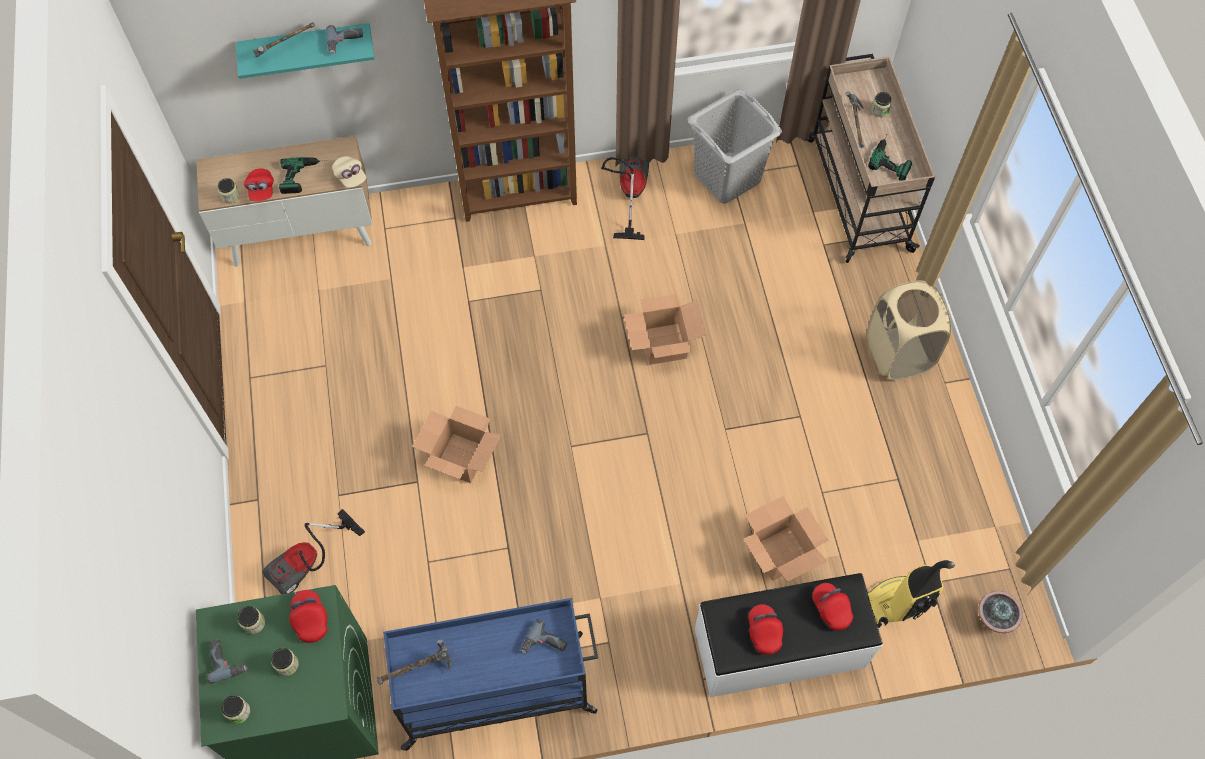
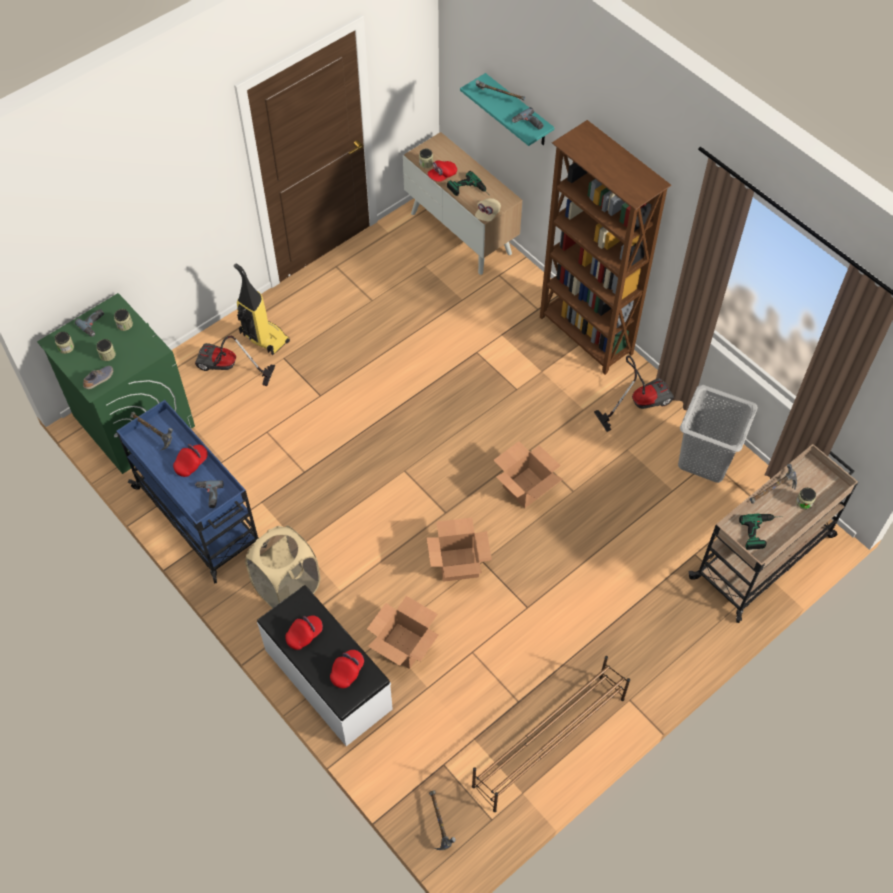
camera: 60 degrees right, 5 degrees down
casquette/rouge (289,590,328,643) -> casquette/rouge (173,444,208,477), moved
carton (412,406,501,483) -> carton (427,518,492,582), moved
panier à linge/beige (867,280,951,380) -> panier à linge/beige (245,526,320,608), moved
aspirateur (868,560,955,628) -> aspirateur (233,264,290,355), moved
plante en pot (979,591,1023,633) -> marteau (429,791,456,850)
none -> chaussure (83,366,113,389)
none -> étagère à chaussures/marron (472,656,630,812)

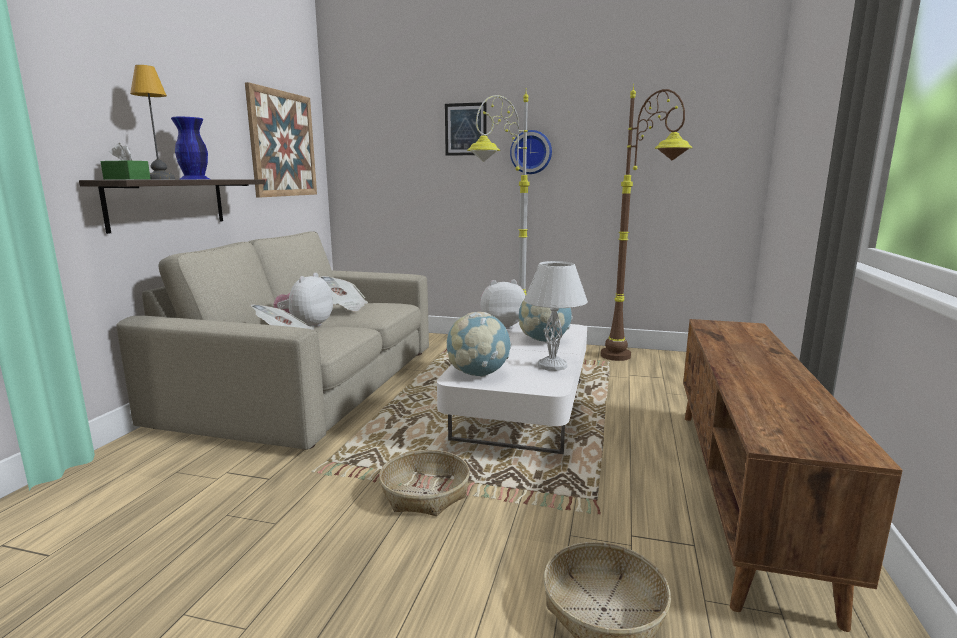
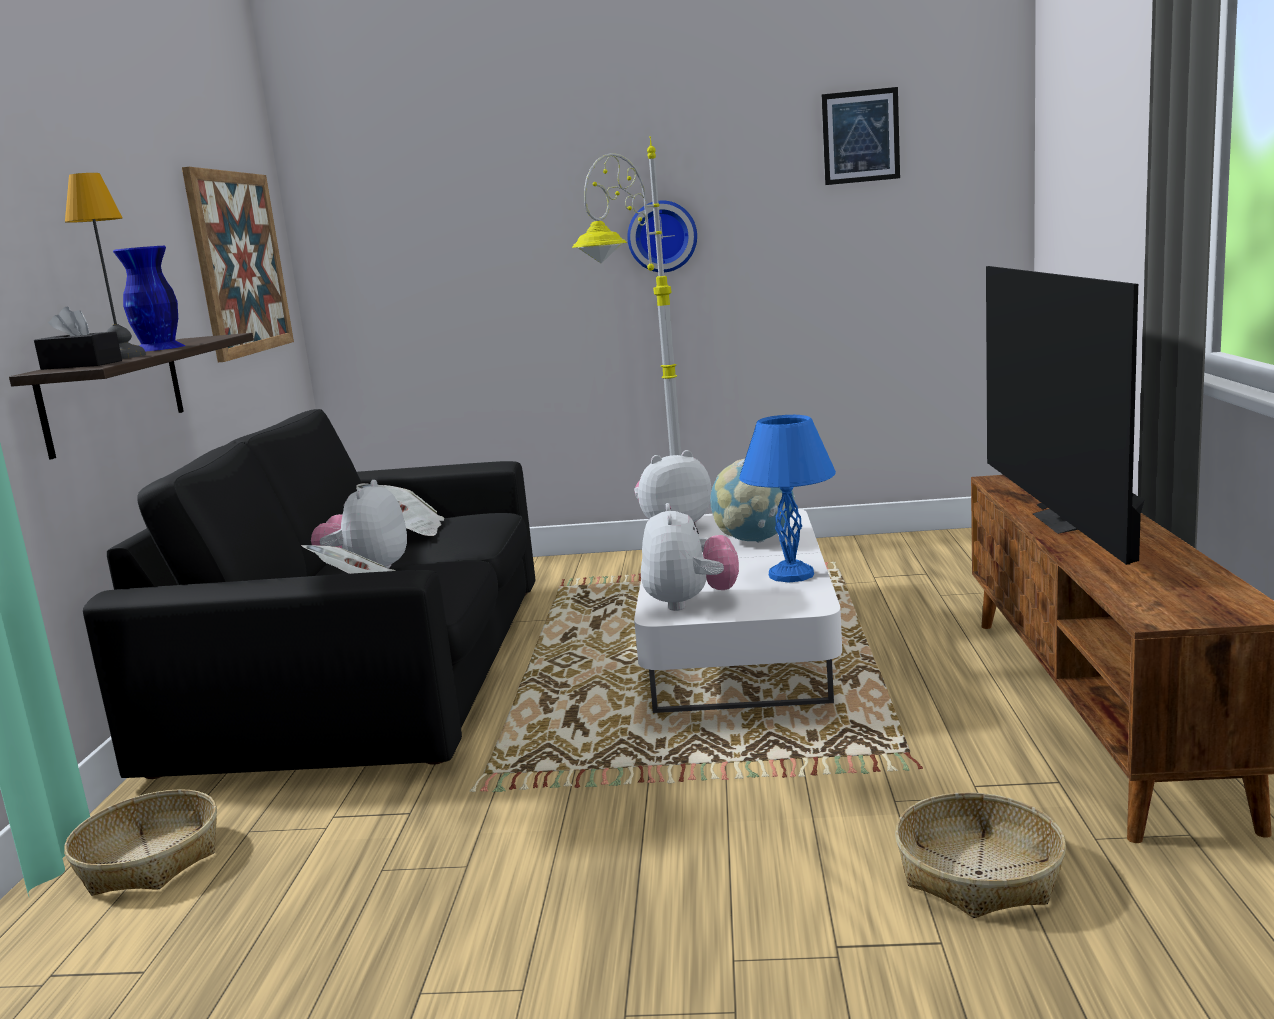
camera: 10 degrees left, 0 degrees up
boîte à mouchoirs/vert (101,143,151,180) -> boîte à mouchoirs/noir (34,307,122,370)
canapé/beige (116,231,429,450) -> canapé/noir (83,409,535,779)
panier (379,450,470,516) -> panier (64,789,217,896), moved
tableau (445,102,487,156) -> tableau (822,87,900,185), moved
globe (447,312,511,377) -> peluche (641,503,739,611)
lampe de table/blanc (524,261,588,371) -> lampe de table/bleu (739,415,836,583)
lampadaire/marron (601,84,692,361) -> none
none -> téléviseur (986,266,1144,565)

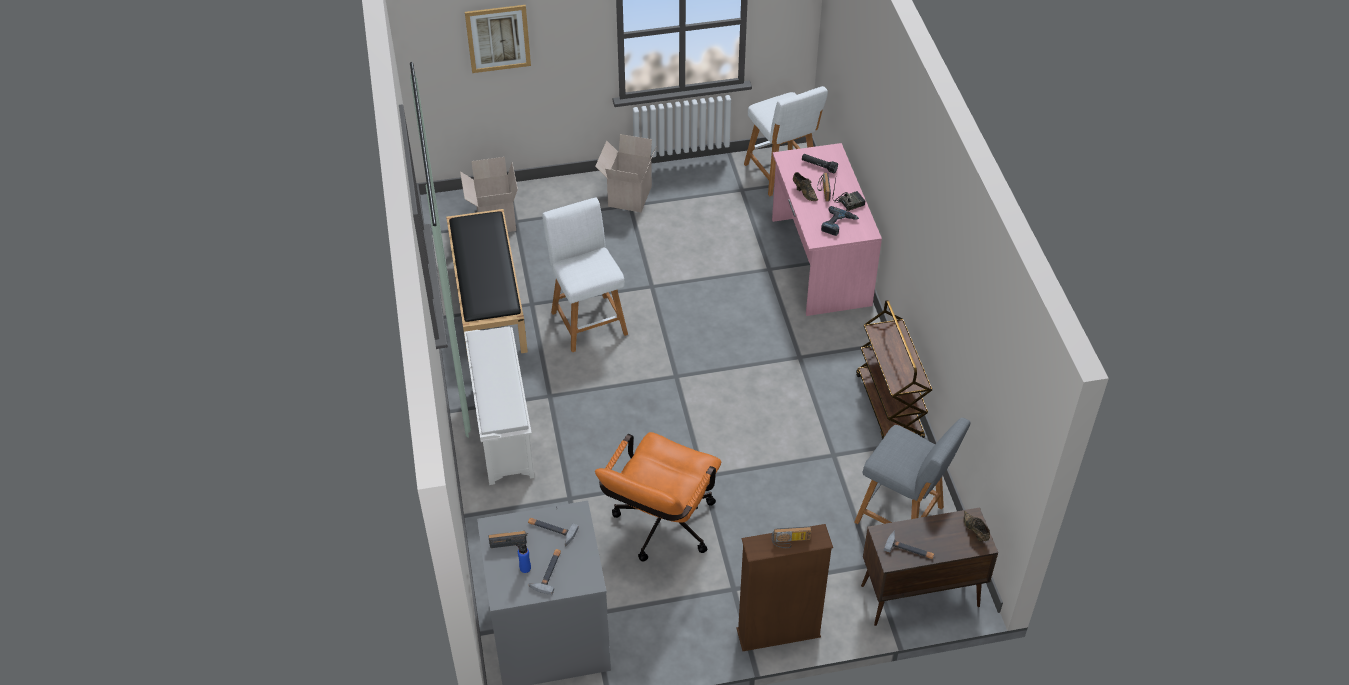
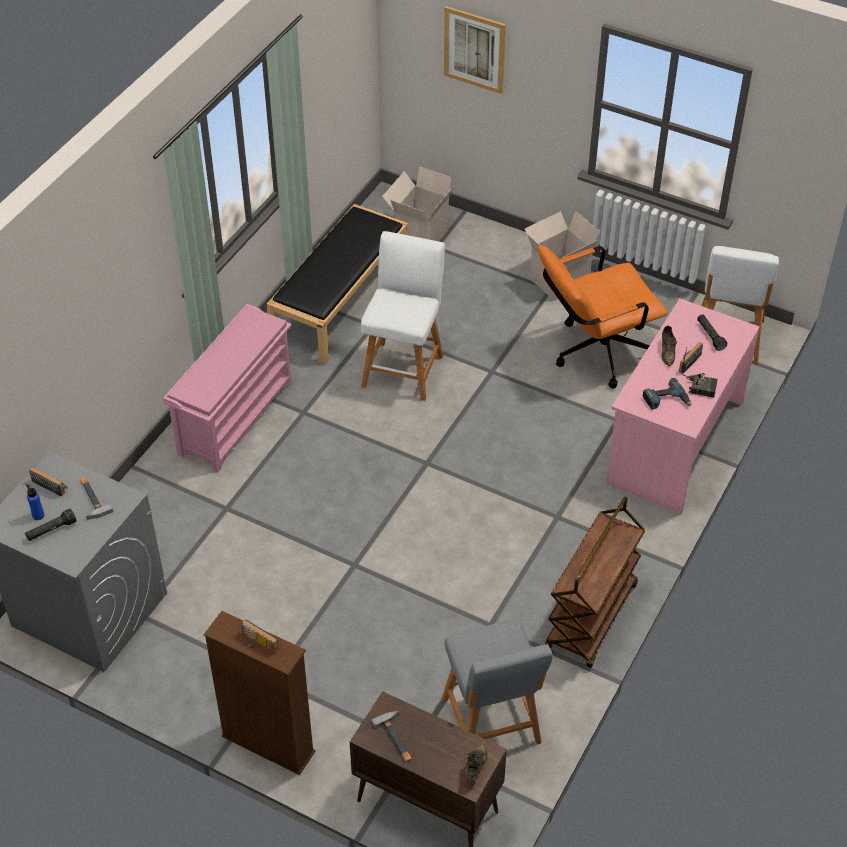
camera: 40 degrees right, 0 degrees up
étagère à chaussures/blanc (464,326,535,485) -> étagère à chaussures/rose (163,304,292,473)
marteau (529,549,561,595) -> lampe de poche/noir (25,509,77,541)
chaise de bureau/orange (595,432,721,562) -> chaise de bureau/orange (538,245,667,388), moved

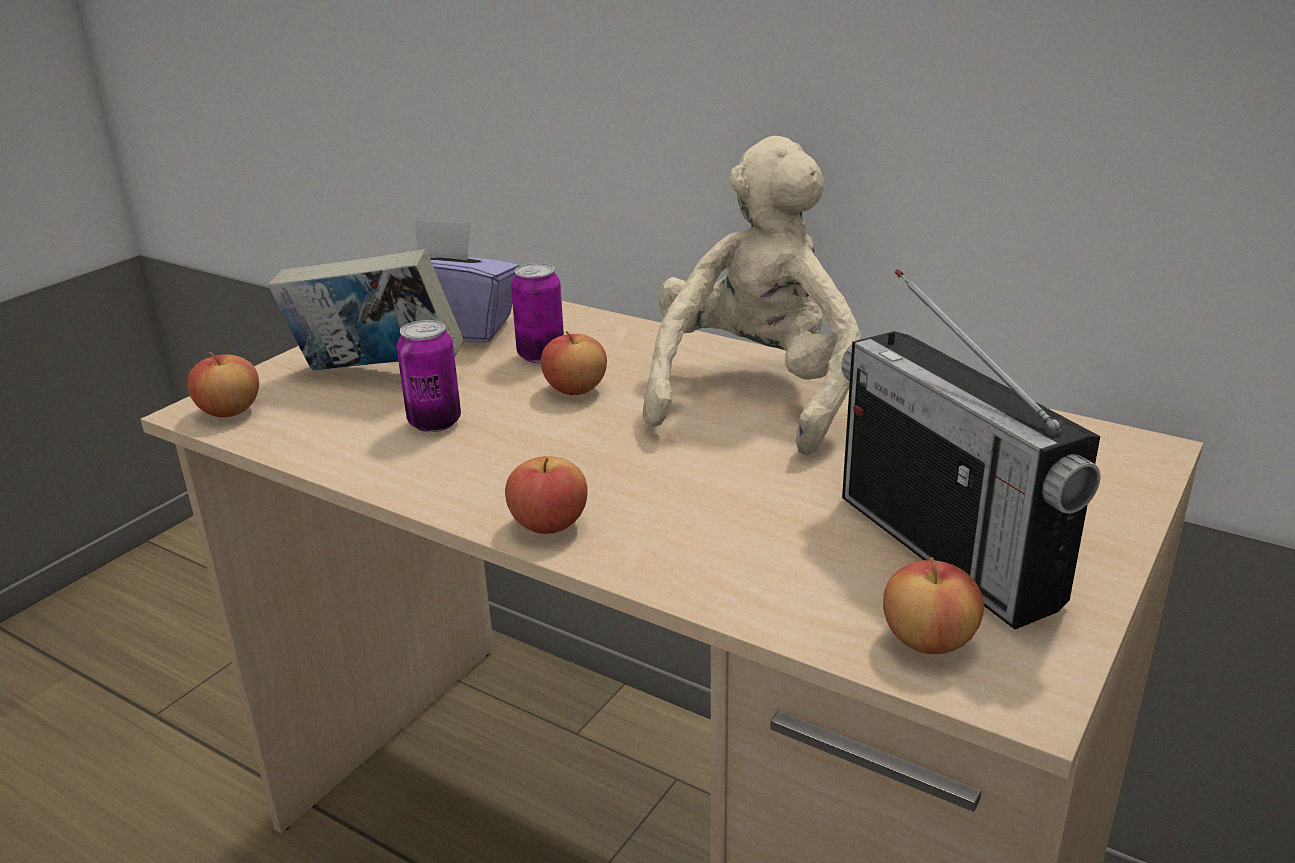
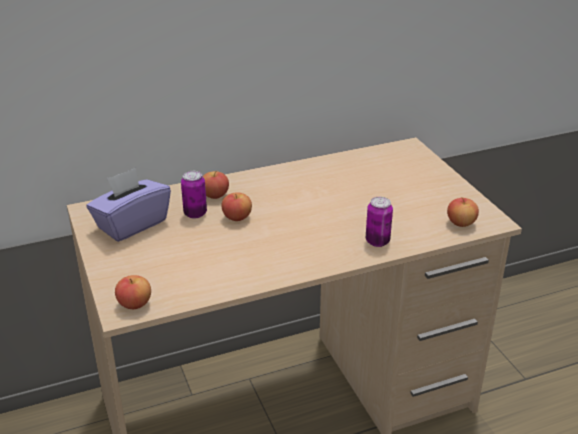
camera: 55 degrees left, 5 degrees up
livre (269,248,463,371) -> none
boîte métallique (396,320,461,432) -> boîte métallique (366,197,393,247), moved
pomme (505,456,588,534) -> pomme (203,171,229,199), moved
peluche/beige (643,136,861,456) -> none
radio (841,269,1100,629) -> none

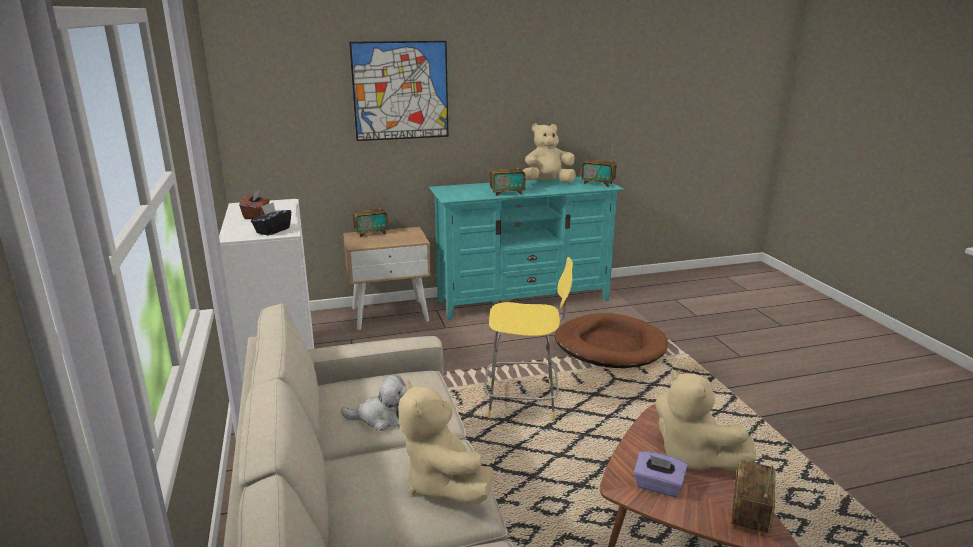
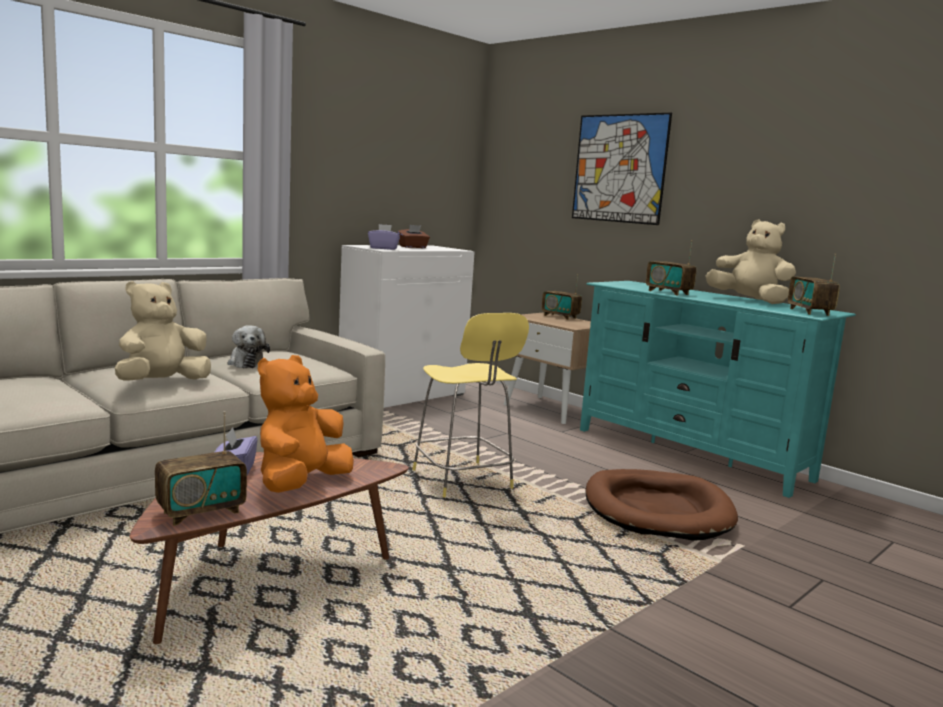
camera: 60 degrees right, 10 degrees down
boîte à mouchoirs/noir (251,202,291,236) -> boîte à mouchoirs/violet (368,224,400,250)
peluche/beige (655,369,757,471) -> peluche/orange (258,355,354,493)
radio (731,460,775,537) -> radio (155,411,247,526), 150 degrees clockwise

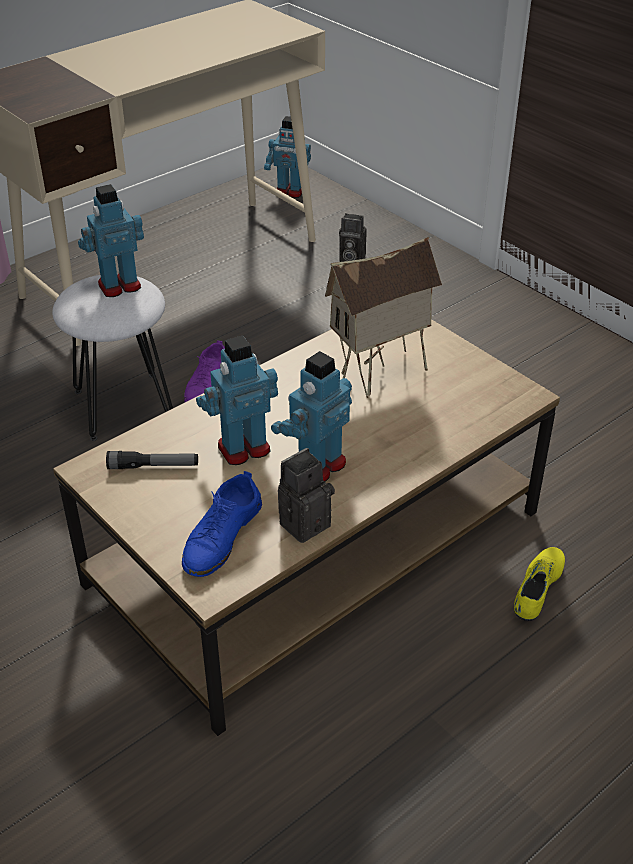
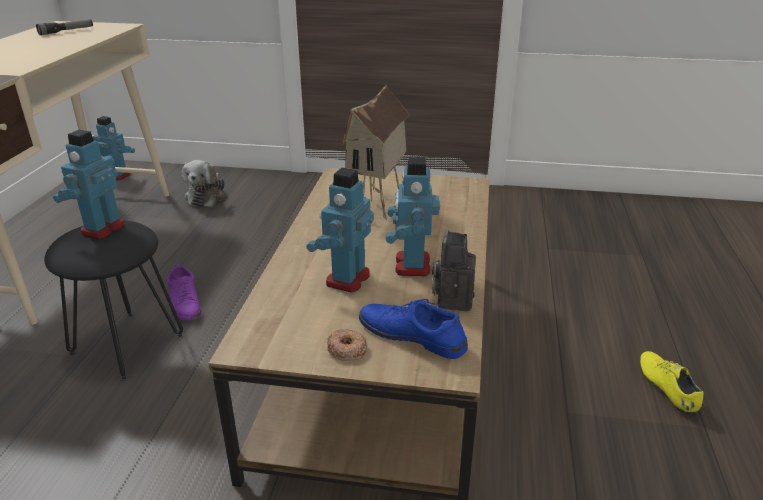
camera: 40 degrees left, 10 degrees down
tabouret/blanc (52,273,173,441) -> tabouret/noir (44,220,184,380)
lampe de poche (106,451,198,469) -> lampe de poche (36,20,93,35), moved
chaussure/bleu (182,471,262,577) -> chaussure/bleu (359,299,468,359), 135 degrees clockwise
robot jouet (264,116,311,198) -> robot jouet (93,116,135,180), 135 degrees counterclockwise
appareil photo (339,213,367,262) -> peluche (182,160,225,207)
chaussure/jaune (514,547,565,621) -> chaussure/jaune (640,351,703,414), moved
none -> beignet (327,328,367,361)

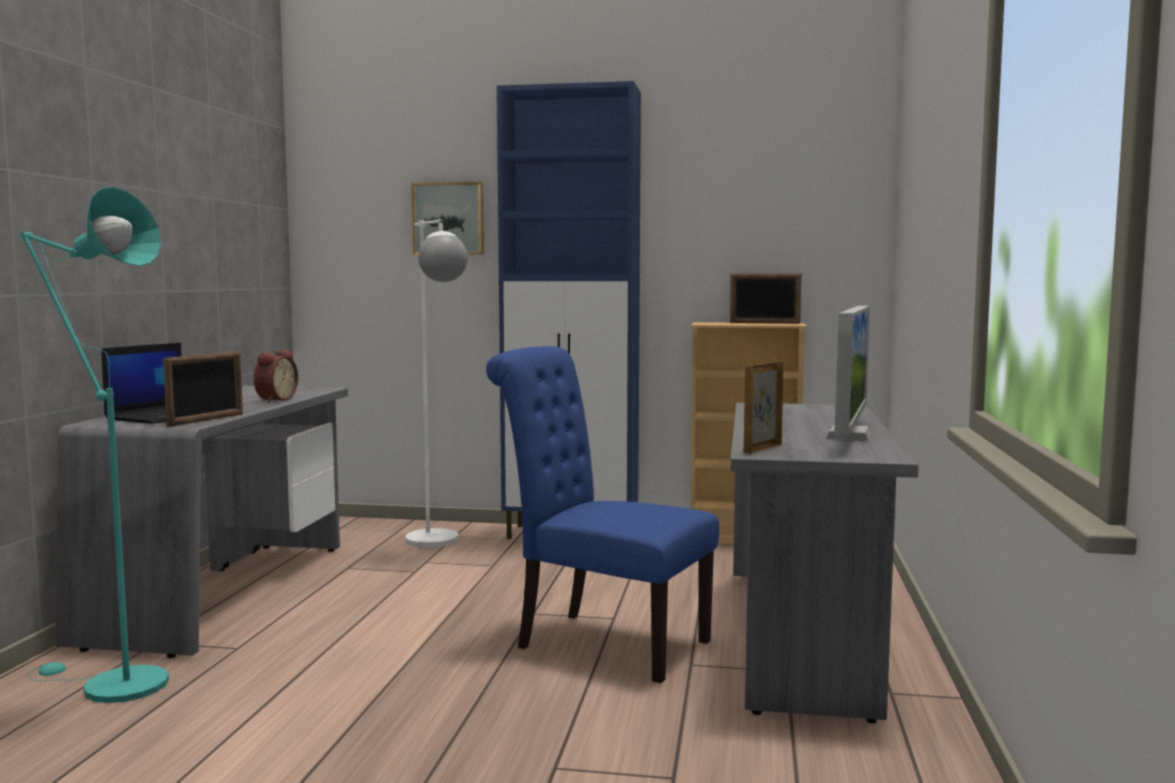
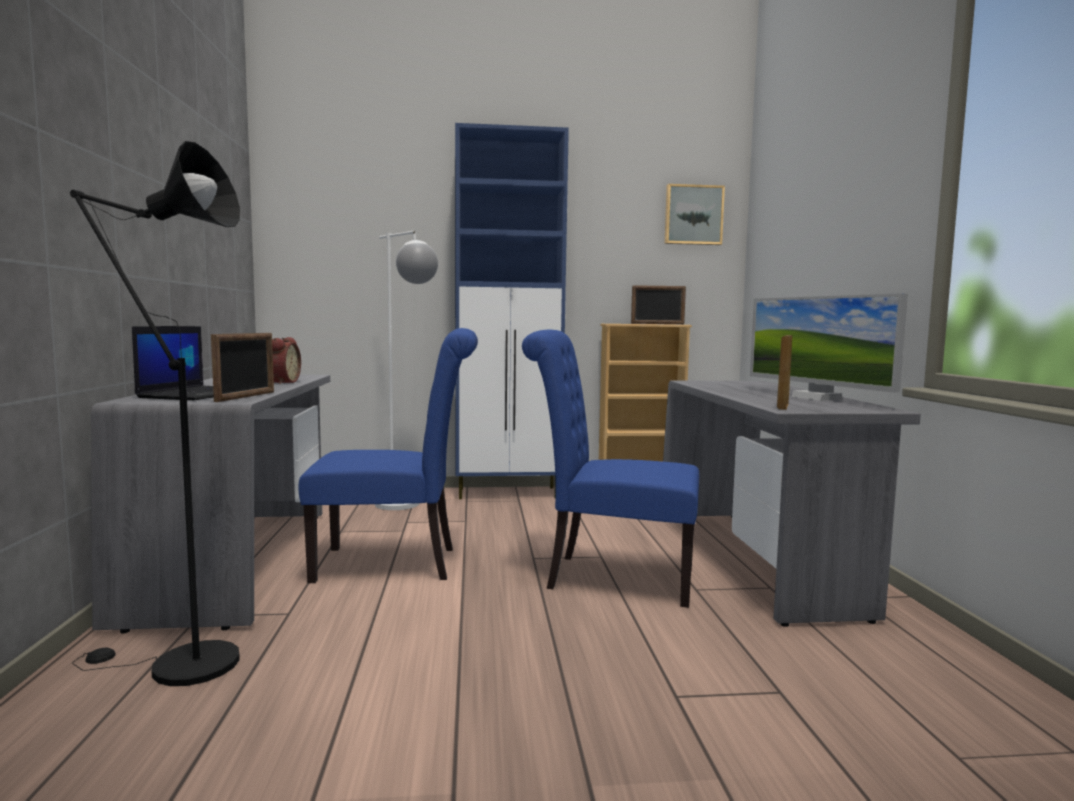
camera: 15 degrees left, 0 degrees up
lampadaire/turquoise (19,187,169,703) -> lampadaire/noir (70,141,240,686)
tableau (411,182,484,255) -> tableau (665,184,725,245), moved
écran d'ordinateur (826,306,871,441) -> écran d'ordinateur (750,293,908,401), 150 degrees clockwise
none -> chaise/bleu (298,328,478,583)

